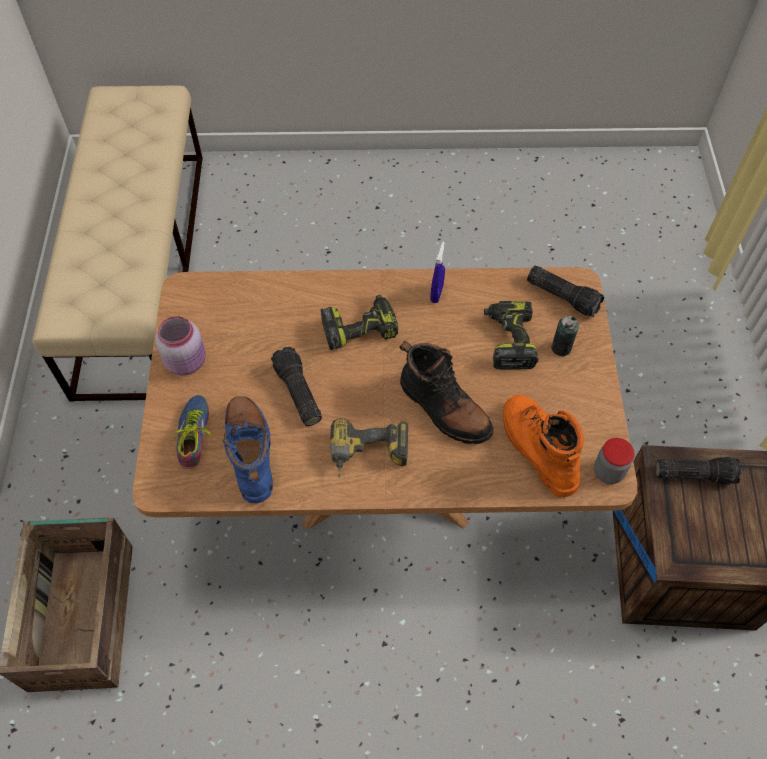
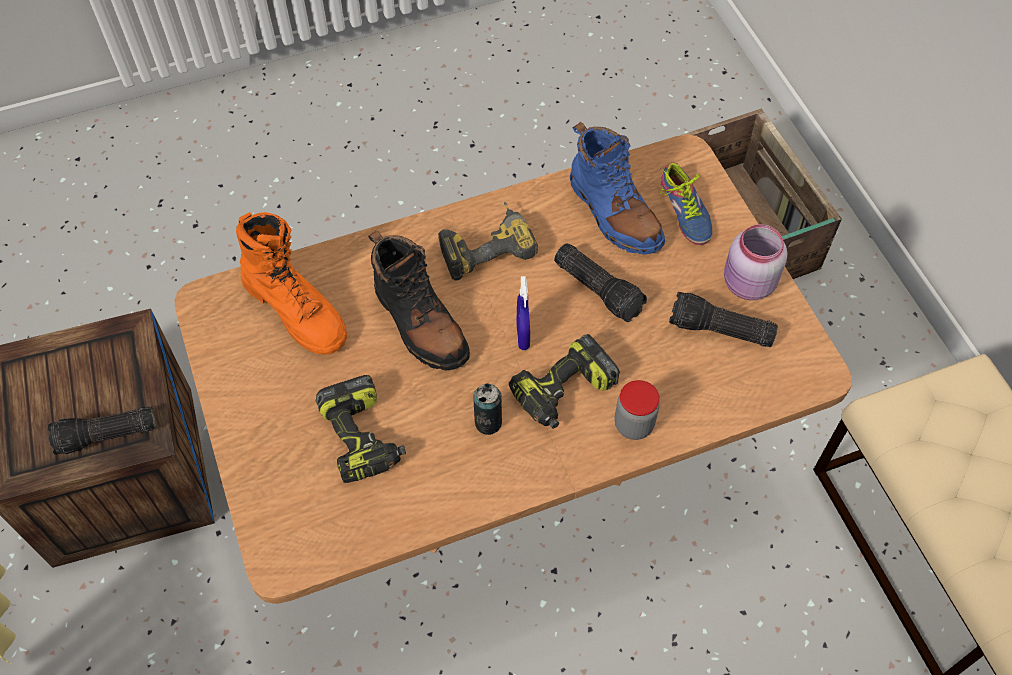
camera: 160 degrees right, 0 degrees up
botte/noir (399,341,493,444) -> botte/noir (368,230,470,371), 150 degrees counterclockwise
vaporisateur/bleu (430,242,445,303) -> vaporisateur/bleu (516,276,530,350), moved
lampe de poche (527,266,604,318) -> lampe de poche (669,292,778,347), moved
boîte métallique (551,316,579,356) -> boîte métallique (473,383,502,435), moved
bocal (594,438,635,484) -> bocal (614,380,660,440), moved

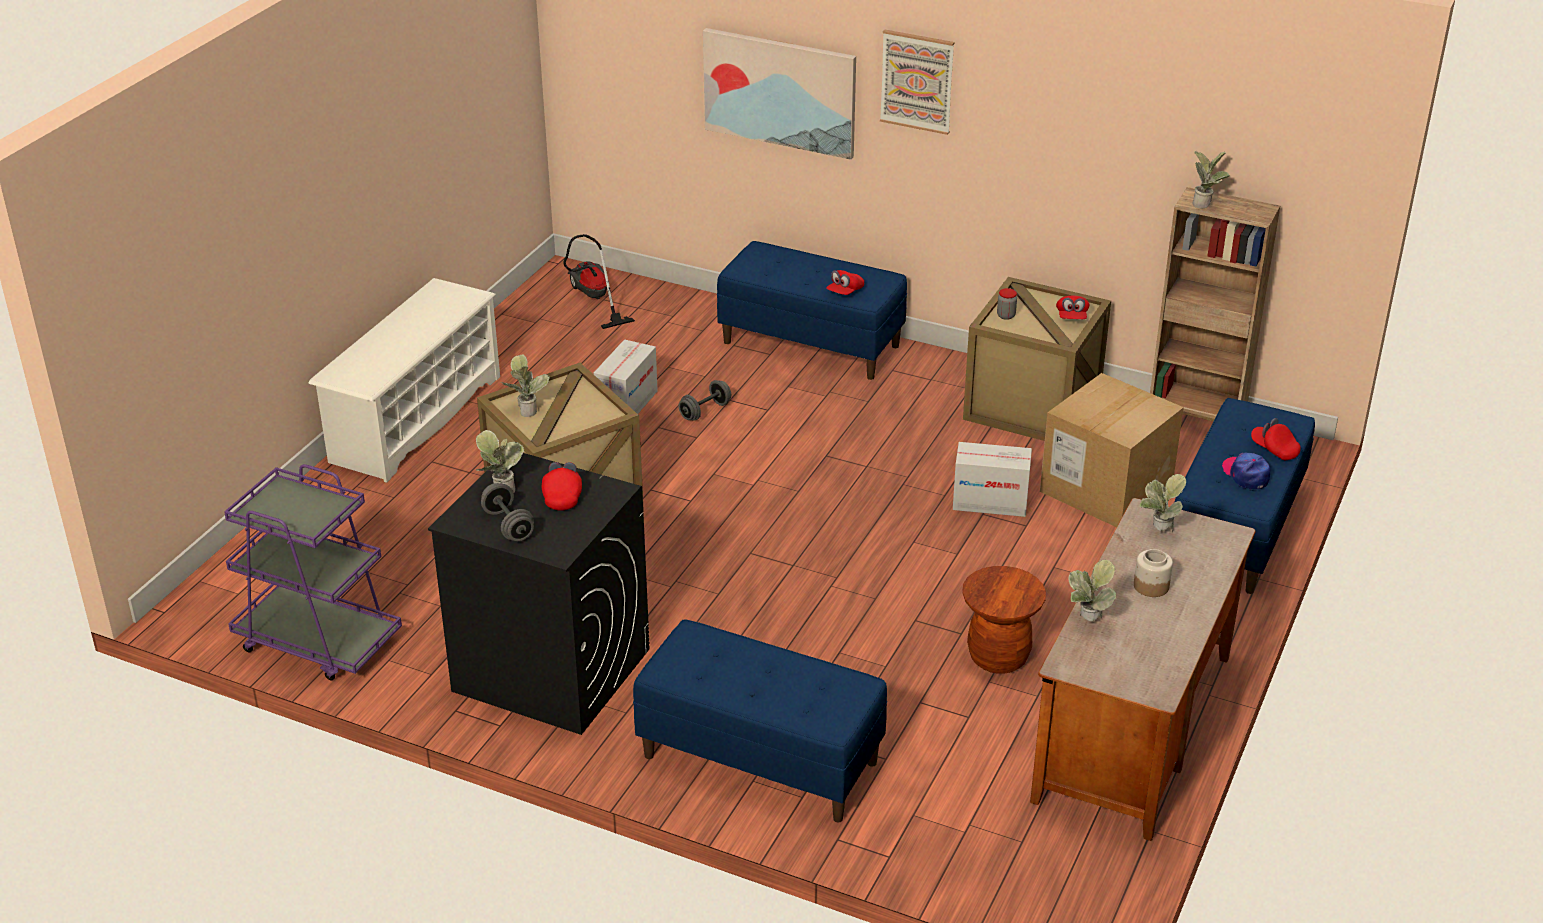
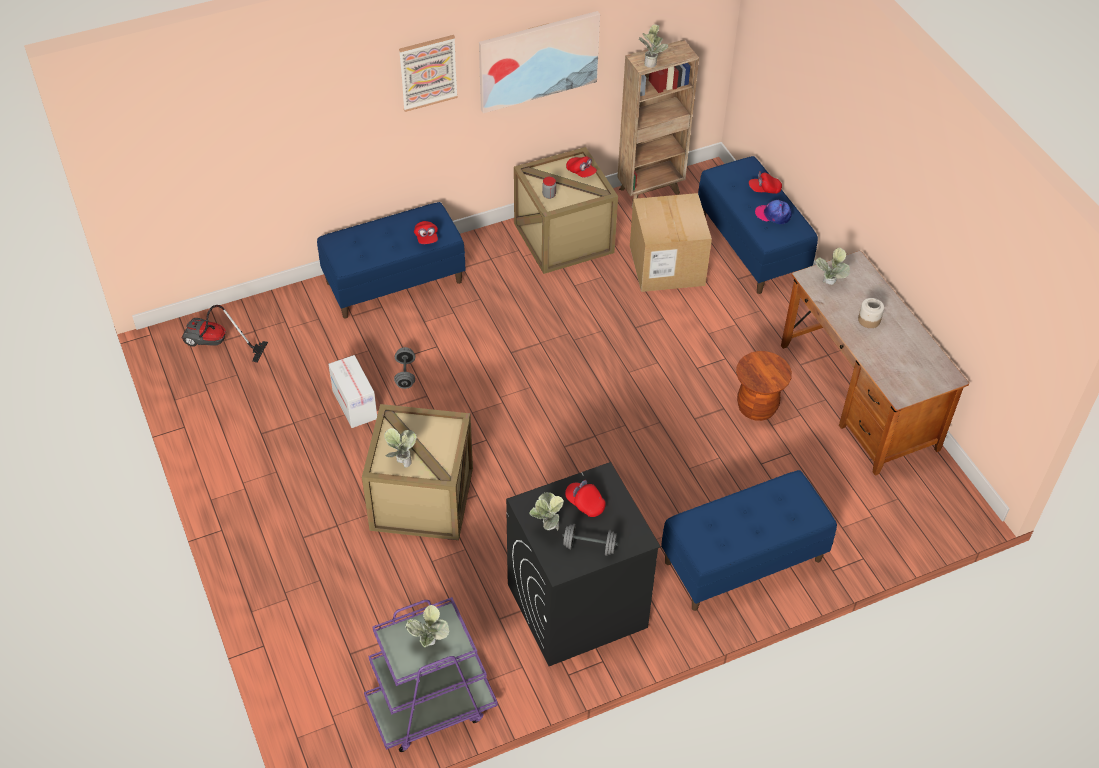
camera: 50 degrees left, 15 degrees up
étagère à chaussures/blanc (308,278,500,483) -> none
tableau (703,28,856,160) -> tableau (479,11,600,113), moved
carton (953,442,1032,517) -> none
plante en pot (1068,560,1116,622) -> plante en pot (405,605,449,647), moved

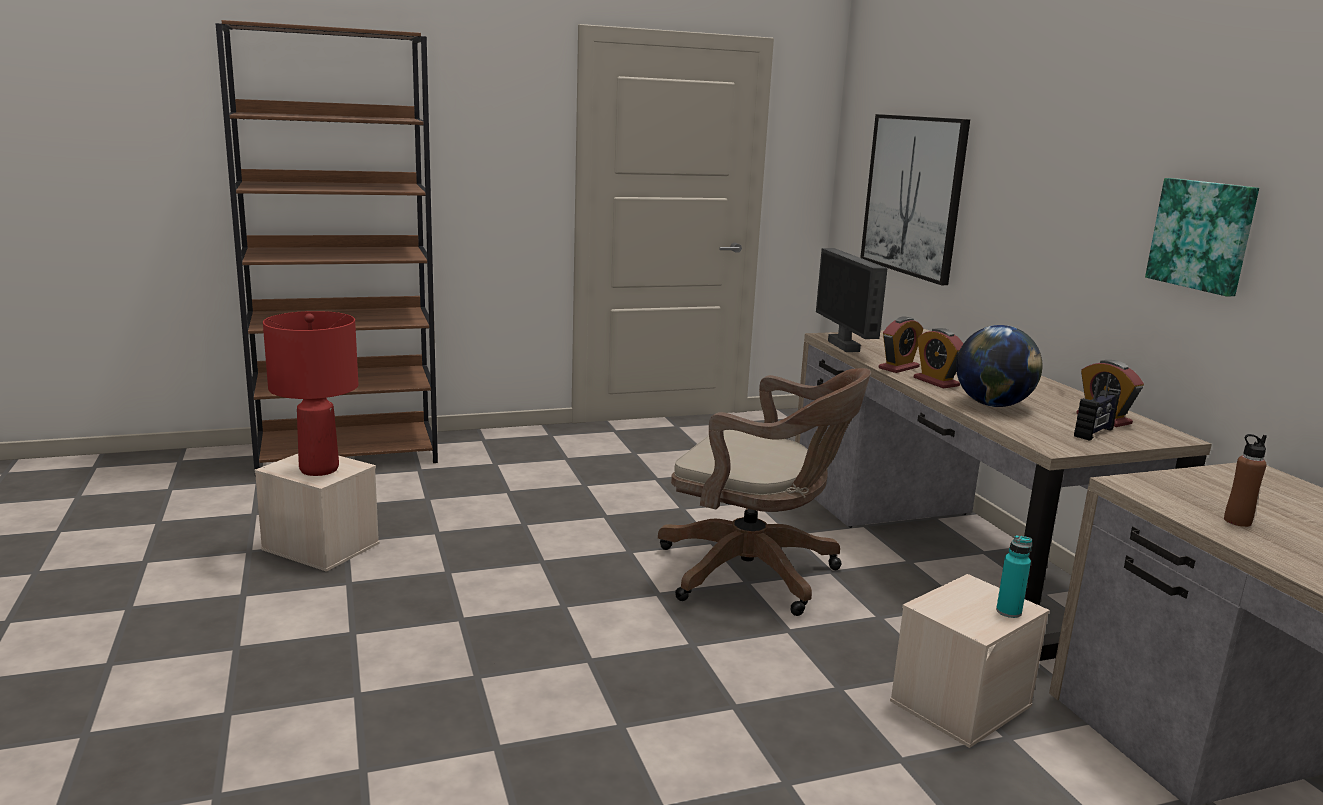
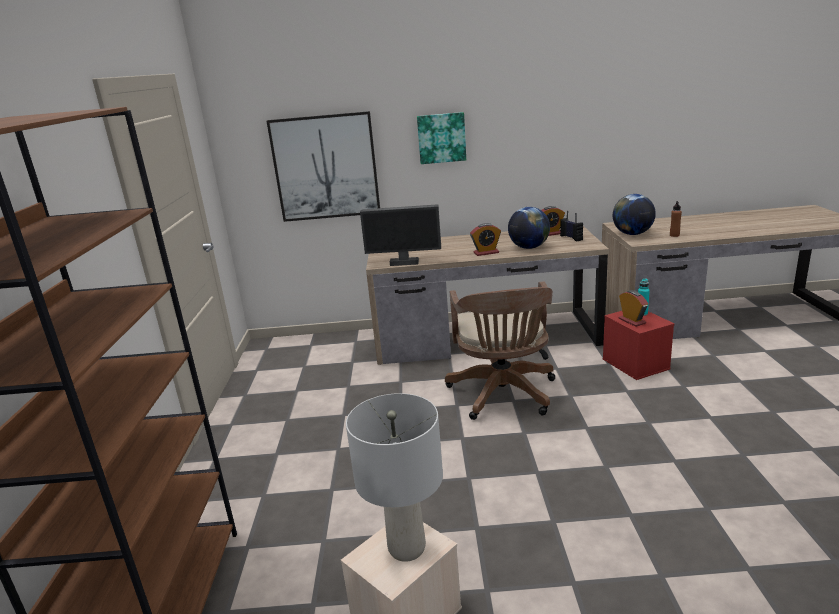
camera: 70 degrees left, 5 degrees up
lampe de table/rouge (263,311,359,476) -> lampe de table/gris (346,393,443,562)
chaise de bureau/marron (658,368,871,616) -> chaise de bureau/marron (445,281,555,420), 135 degrees clockwise
réveil (879,316,923,373) -> réveil (619,290,648,327), moved
boîte de rangement/beige (890,574,1050,748) -> boîte de rangement/rouge (603,311,675,380)
tableau (1145,178,1259,297) -> tableau (417,112,466,164), moved
none -> globe (613,194,656,235)

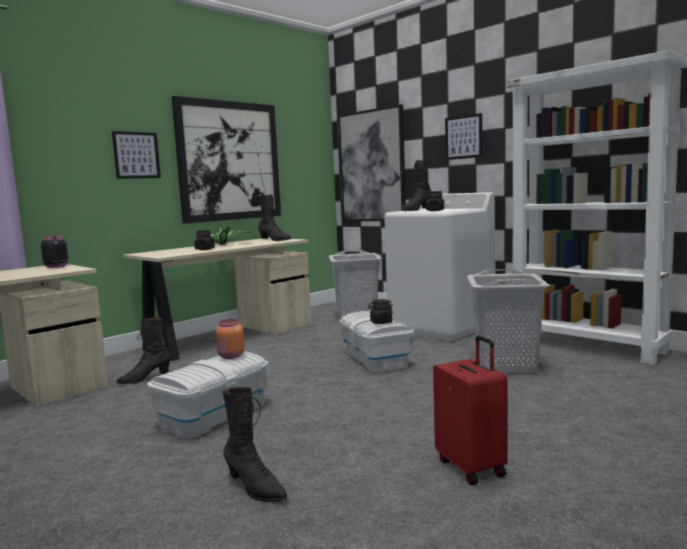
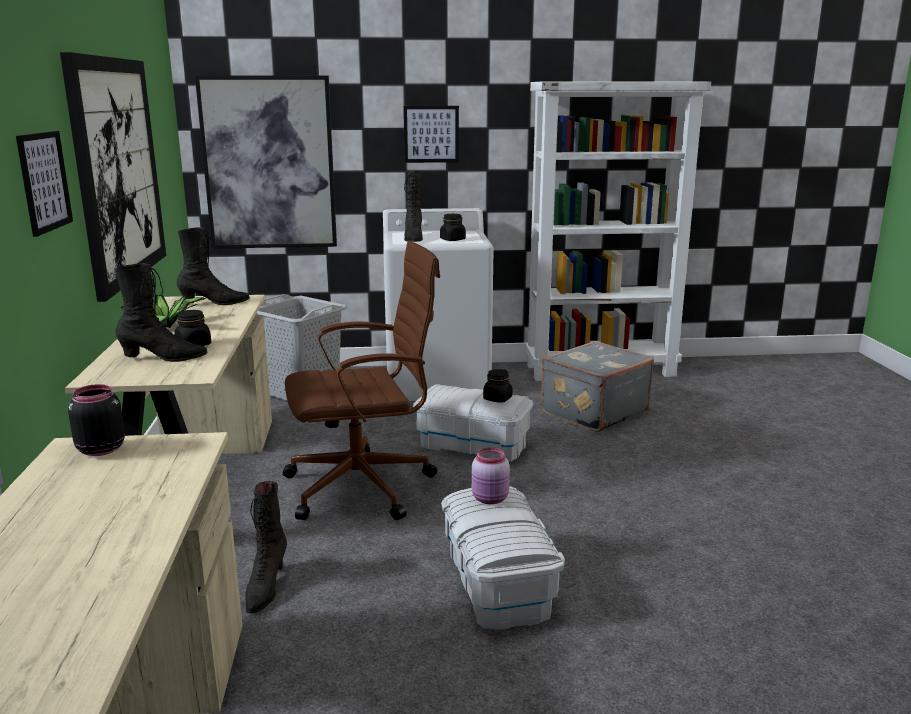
camera: 50 degrees left, 10 degrees up
bocal/orange (216,319,245,359) -> bocal/rose (472,448,510,504)
botte/noir (223,387,287,502) -> botte/noir (115,263,207,362), moved
valise/rouge (433,336,507,485) -> none
panier à linge/gris (467,269,550,373) -> valise/gris (541,341,654,432)
none -> chaise de bureau/marron (283,241,440,520)

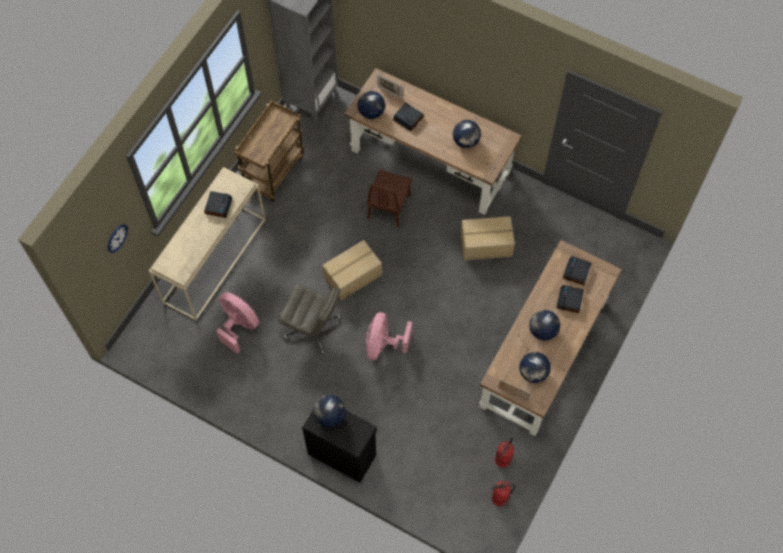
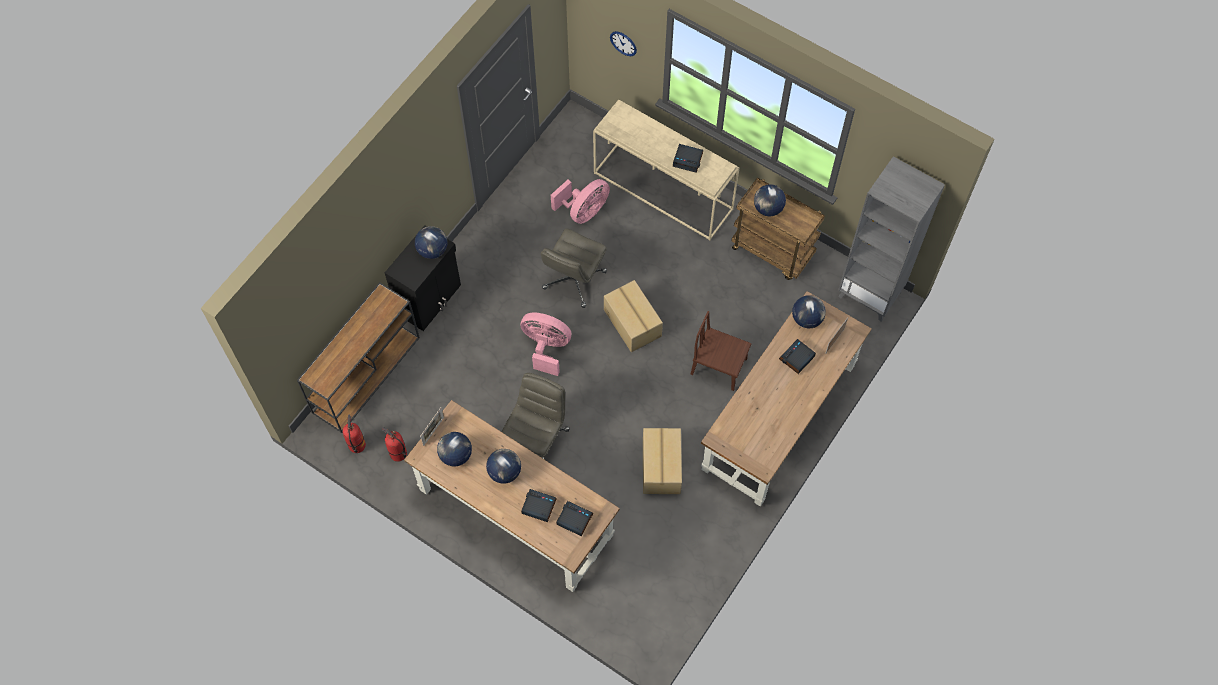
camera: 95 degrees right, 0 degrees up
globe (453,120,481,148) -> globe (754,184,786,216), moved
none -> table console/marron (297,282,420,433)
none -> chaise de bureau/gris (501,373,570,459)

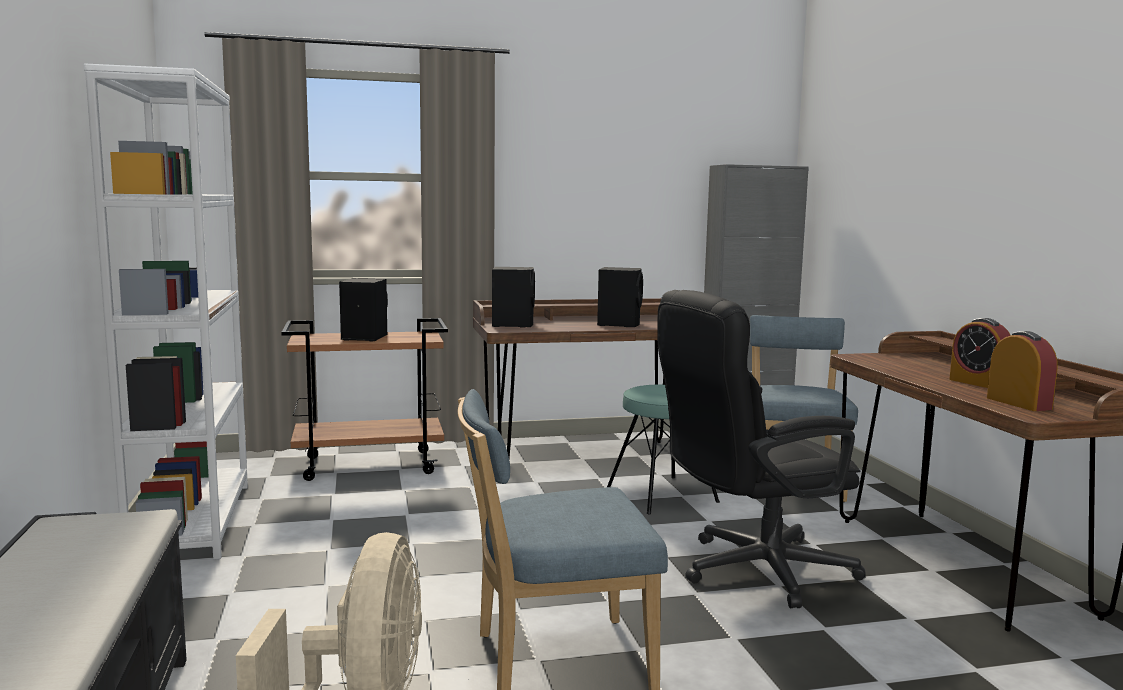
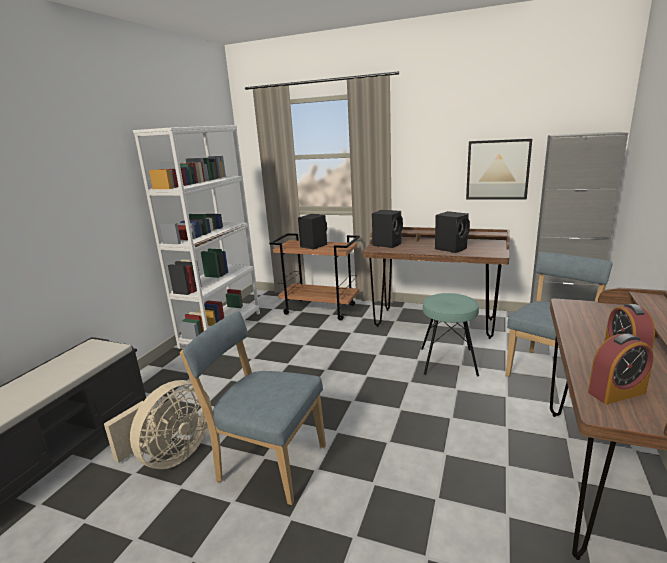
camera: 35 degrees right, 10 degrees up
chaise de bureau/noir (657,290,866,608) -> none
réveil (987,331,1057,411) -> réveil (588,334,654,404), 60 degrees clockwise
none -> tableau (466,139,532,199)

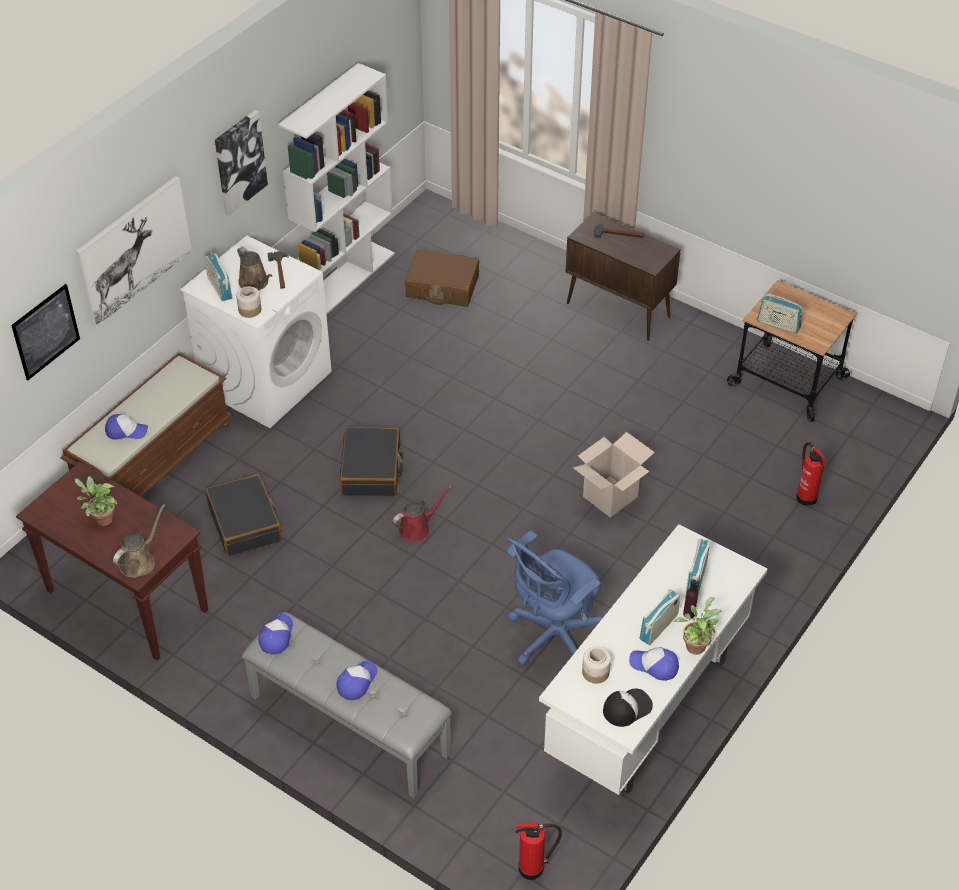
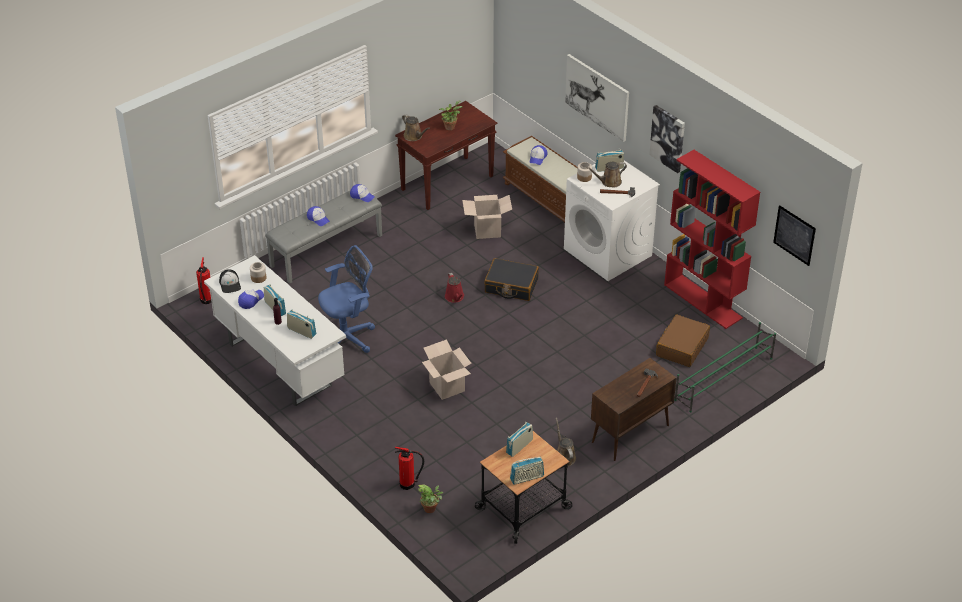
camera: 105 degrees right, 5 degrees down
tableau (11,284,80,380) -> tableau (773,205,816,266), moved
valise/noir (205,474,281,556) -> carton (462,195,512,239)
bibliothèque/blanc (278,63,395,315) -> bibliothèque/rouge (664,150,760,329)
chaise de bureau/bleu (507,531,603,666) -> chaise de bureau/bleu (318,245,375,353), 90 degrees clockwise
plante en pot (674,597,721,655) -> plante en pot (417,484,443,513), moved
none -> radio (510,457,544,485)
none -> arrosoir/marron (556,418,576,467)
none -> étagère à chaussures/vert (674,322,776,412)

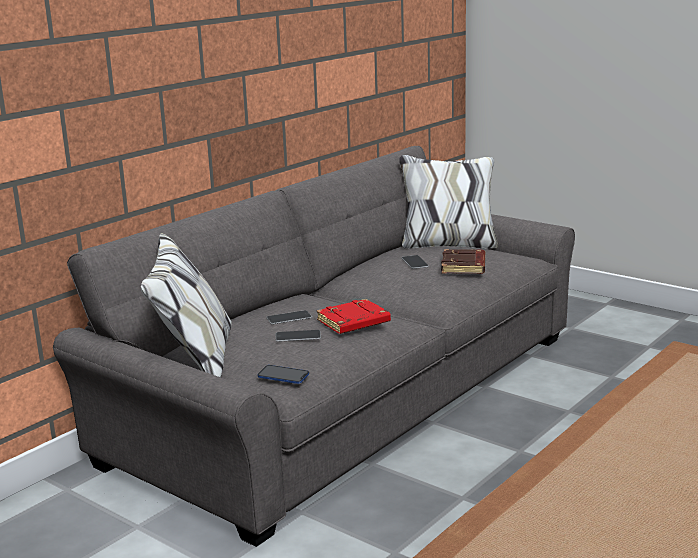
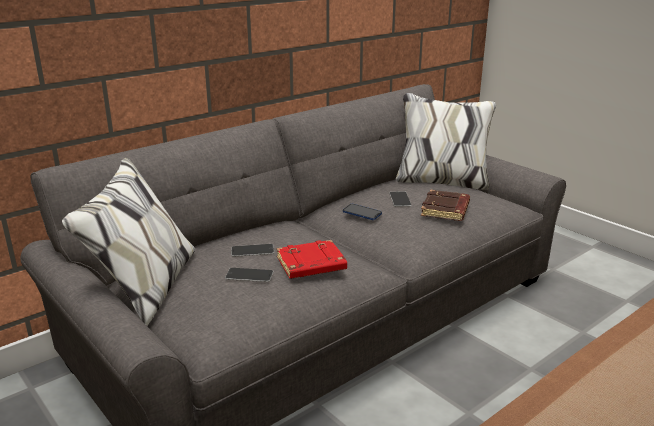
camera: 10 degrees right, 5 degrees up
téléphone (258,365,309,384) -> téléphone (343,204,382,220), moved

